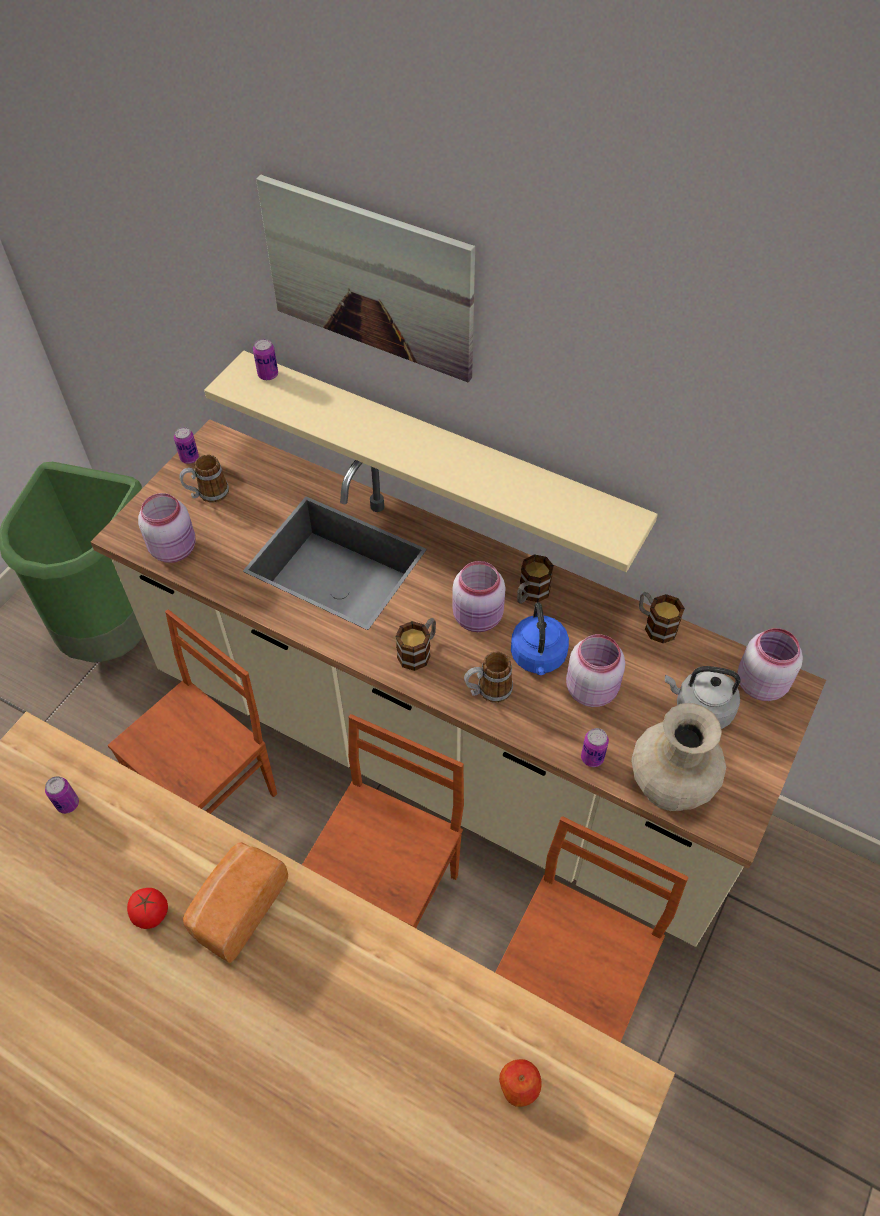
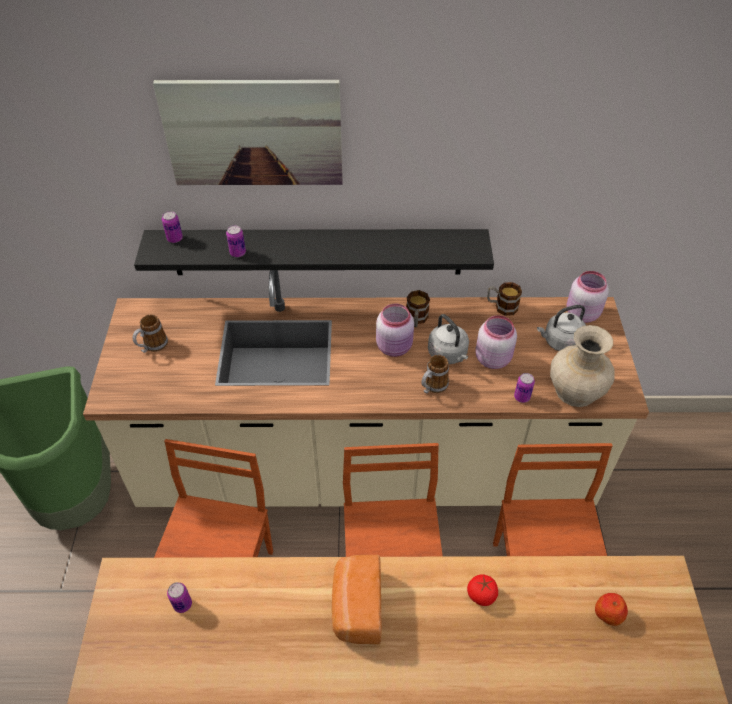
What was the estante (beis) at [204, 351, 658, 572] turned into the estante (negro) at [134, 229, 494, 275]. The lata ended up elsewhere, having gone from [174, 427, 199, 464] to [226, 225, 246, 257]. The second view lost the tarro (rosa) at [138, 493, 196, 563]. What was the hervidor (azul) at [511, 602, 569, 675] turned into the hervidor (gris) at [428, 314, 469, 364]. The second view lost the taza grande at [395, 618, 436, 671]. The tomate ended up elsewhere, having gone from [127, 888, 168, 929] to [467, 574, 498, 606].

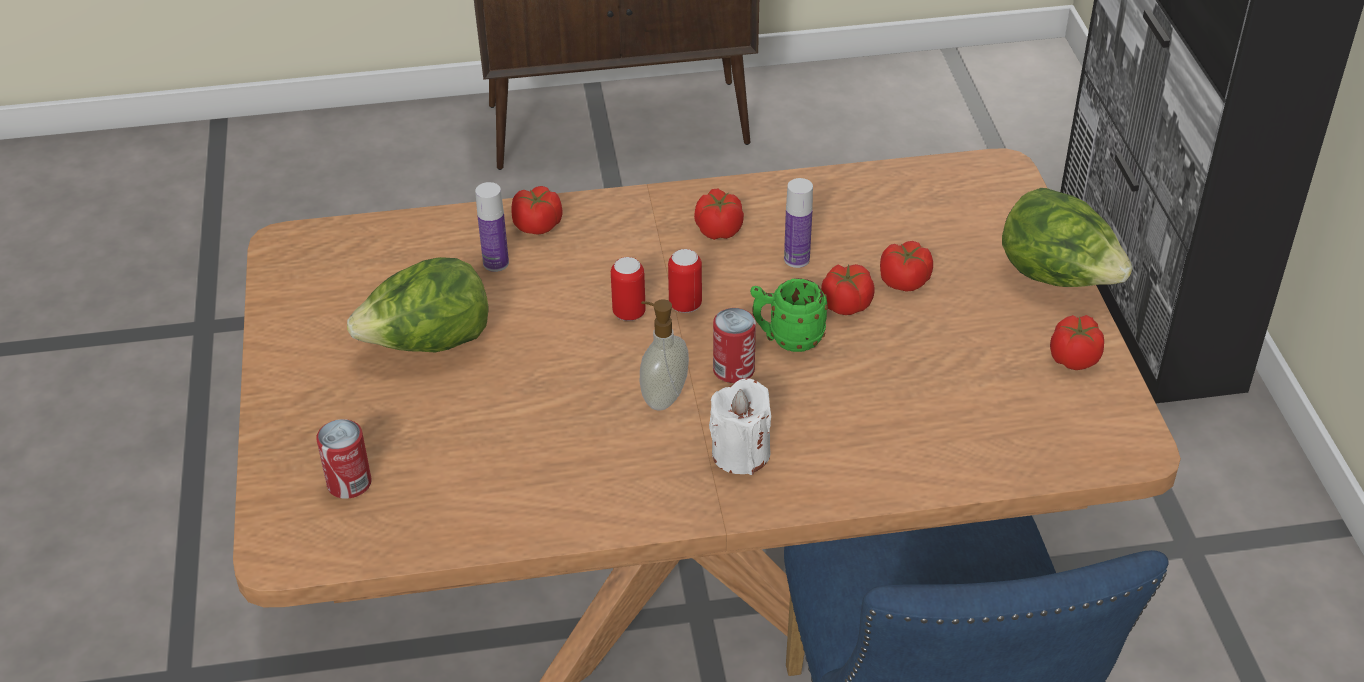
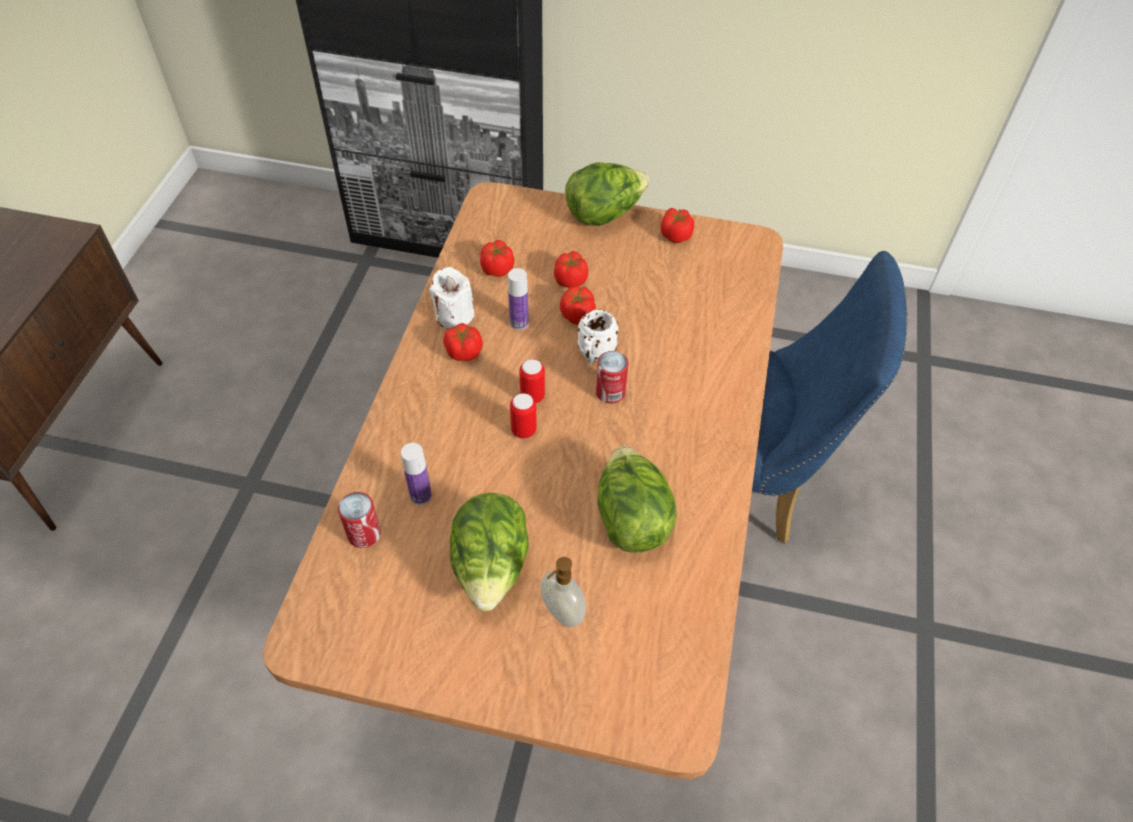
The tomate ended up elsewhere, having gone from [512, 186, 562, 235] to [480, 240, 514, 277]. What was the taza grande (verde) at [750, 278, 828, 352] turned into the taza grande (blanco) at [578, 309, 618, 365]. The dispensador de jabón ended up elsewhere, having gone from [640, 299, 689, 410] to [541, 557, 586, 627]. The vela (blanco) ended up elsewhere, having gone from [709, 378, 771, 475] to [429, 267, 475, 329]. The lata ended up elsewhere, having gone from [316, 419, 371, 499] to [338, 492, 381, 548]. The second view gained the lechuga at [597, 446, 677, 553].

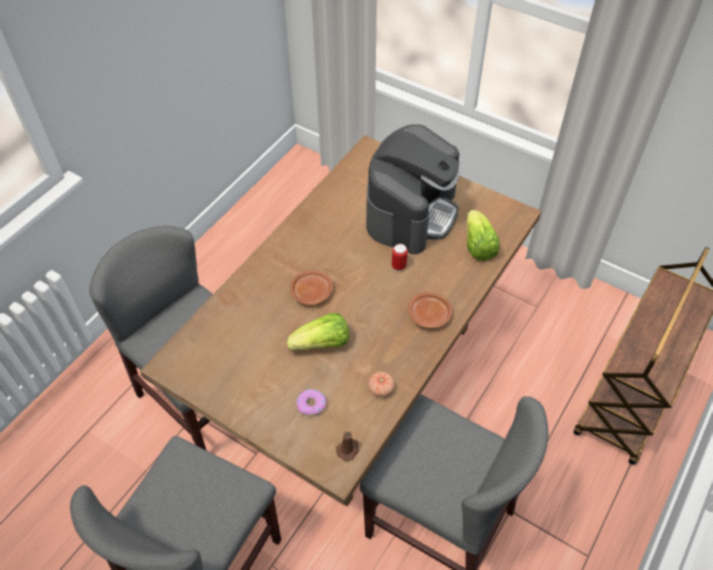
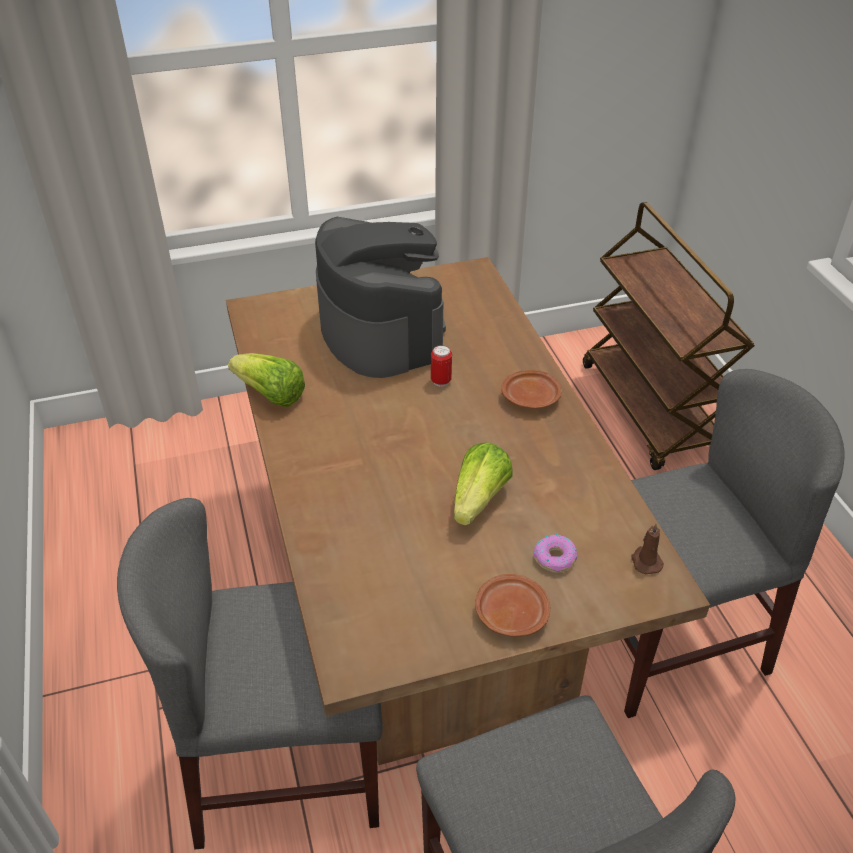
The lechuga ended up elsewhere, having gone from [467, 210, 500, 261] to [228, 353, 305, 407]. The plato (marrón) ended up elsewhere, having gone from [290, 270, 333, 306] to [475, 574, 550, 637]. The second view lost the tomate at [368, 372, 395, 397].

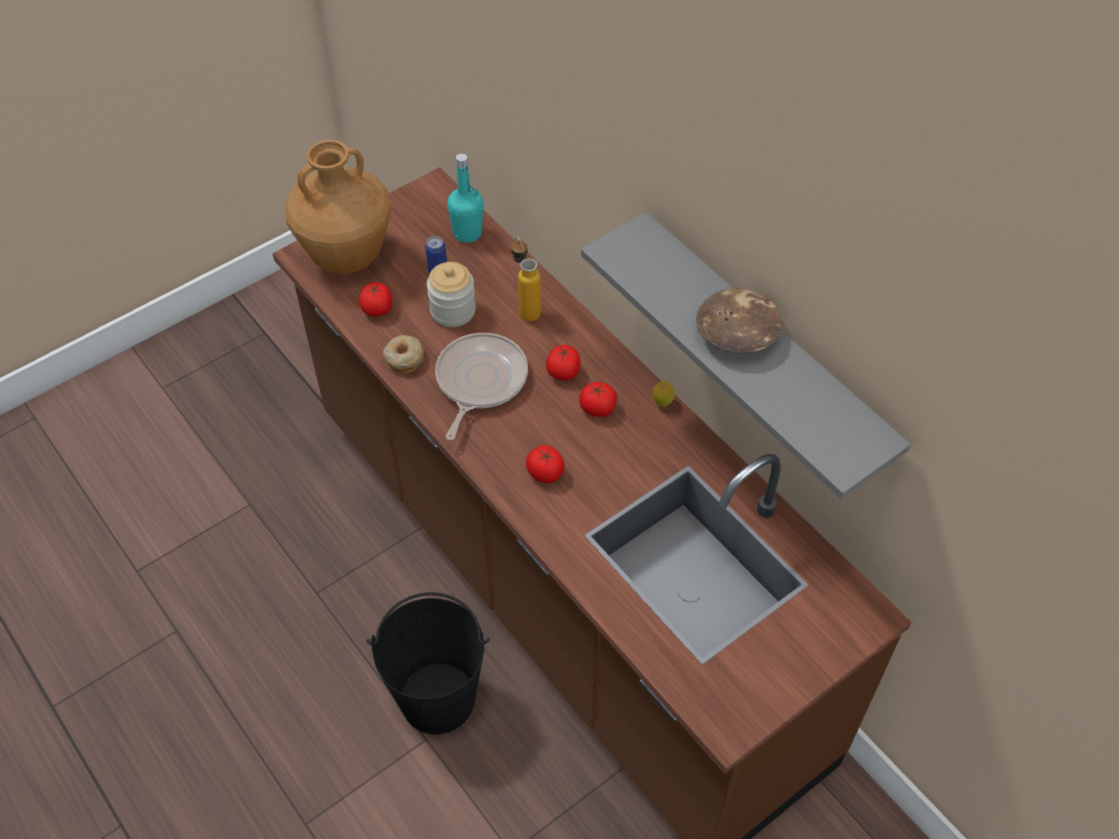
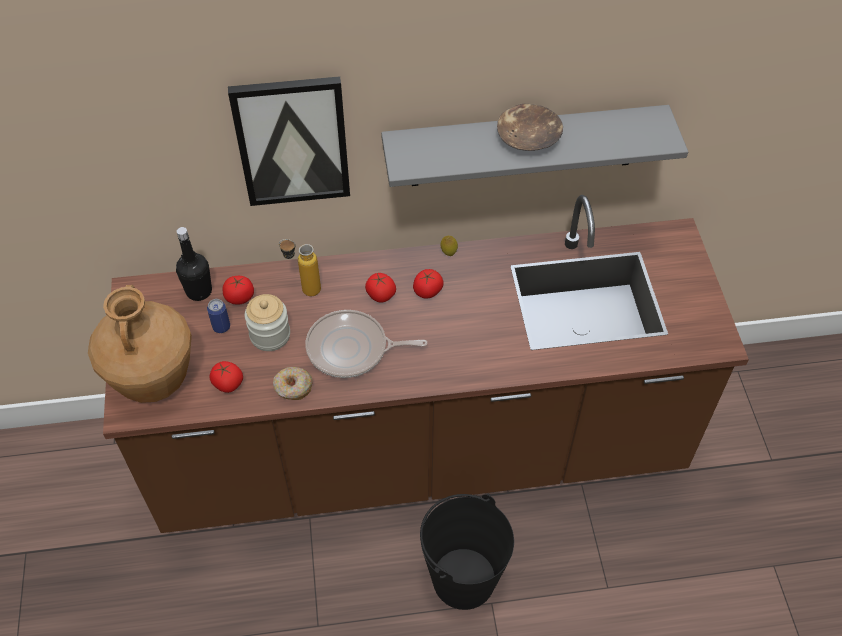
What was the botella (turquesa) at [447, 153, 483, 243] turned into the botella (negro) at [176, 227, 212, 301]. The sartén at [435, 333, 528, 440] ended up facing another way, 45 degrees counterclockwise from before. The tomate ended up elsewhere, having gone from [526, 445, 565, 483] to [223, 276, 254, 305]. The second view gained the cuadro at [228, 76, 350, 206].

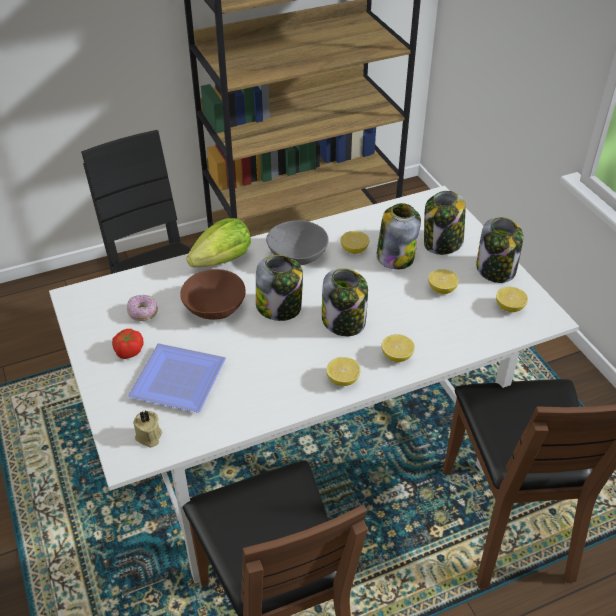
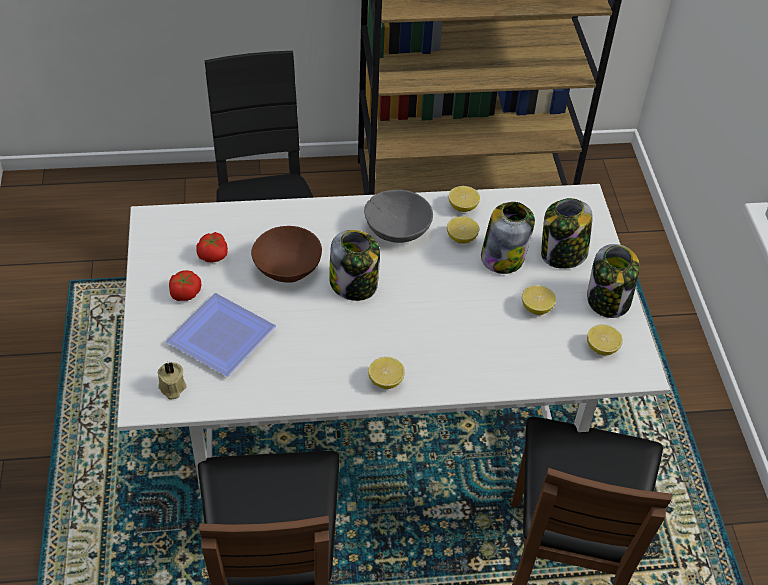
The second view lost the lechuga at [186, 218, 251, 267]. The second view lost the tarro at [322, 268, 368, 336]. Where the rosquilla stood at [127, 295, 158, 321], the tomate came to stand at [196, 232, 228, 263]. The limón ended up elsewhere, having gone from [382, 334, 415, 362] to [449, 186, 480, 212].

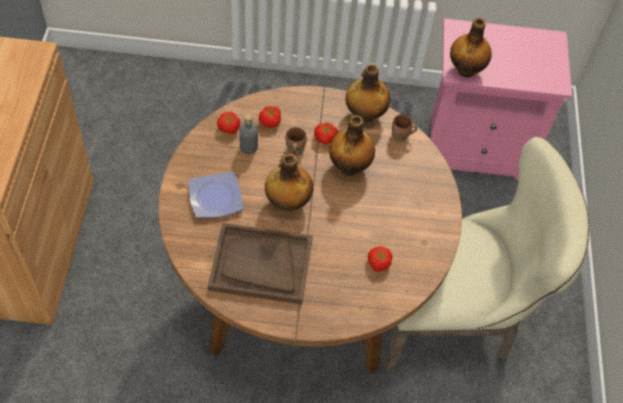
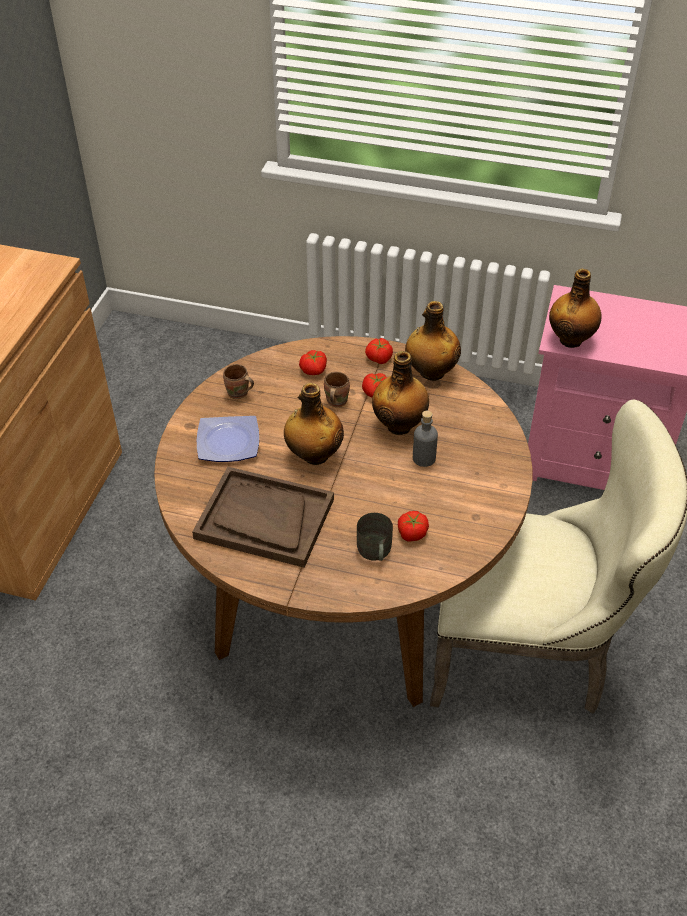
The tomate ended up elsewhere, having gone from [217, 112, 240, 134] to [365, 338, 393, 364]. The botella (gris) ended up elsewhere, having gone from [239, 114, 258, 154] to [413, 411, 438, 467]. The taza grande (marrón) ended up elsewhere, having gone from [392, 114, 417, 142] to [223, 364, 254, 399]. The second view gained the taza grande (gris) at [357, 513, 393, 561].

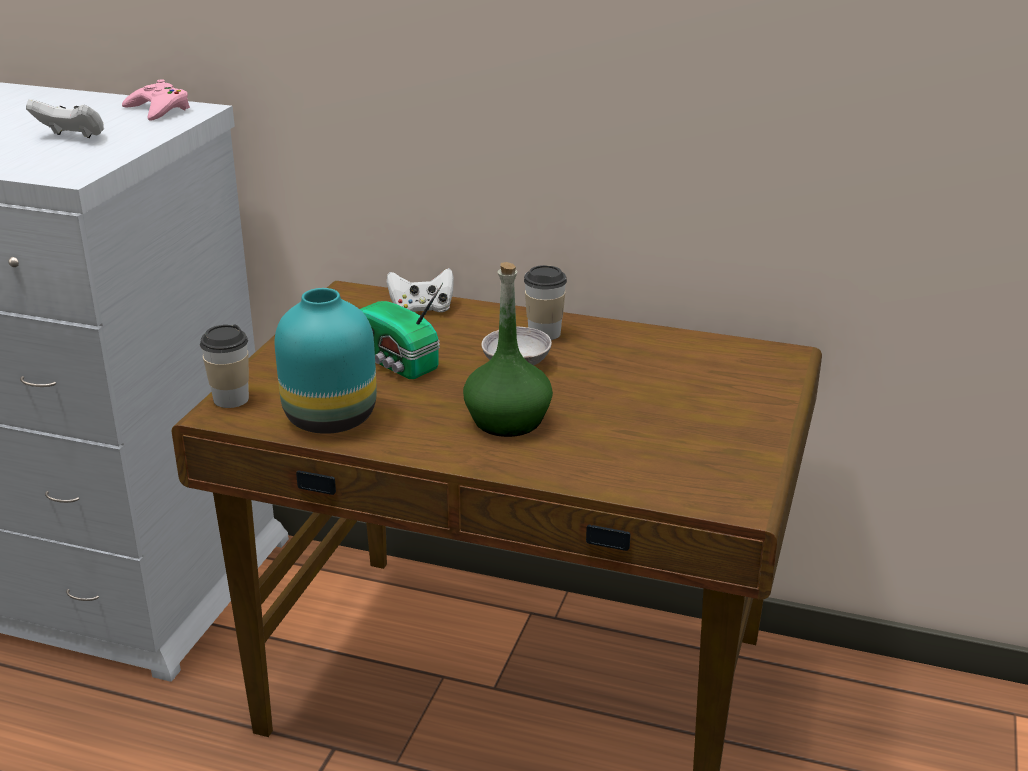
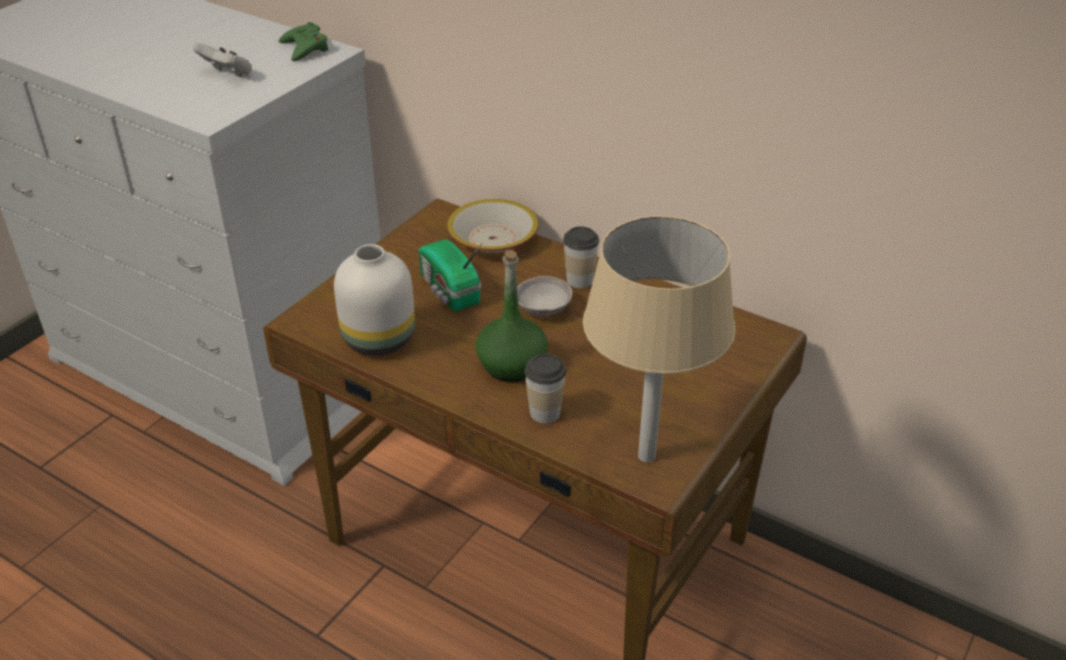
What was the mando de consola (rosa) at [122, 79, 190, 121] turned into the mando de consola (verde) at [279, 22, 329, 61]. Where the mando de consola (blanco) stood at [387, 268, 454, 312], the cuenco came to stand at [447, 199, 539, 253]. What was the florero (turquesa) at [275, 288, 377, 434] turned into the florero (blanco) at [334, 244, 415, 356]. The taza ended up elsewhere, having gone from [200, 325, 249, 408] to [525, 354, 566, 424]. The second view gained the lámpara de mesa (beis) at [583, 216, 735, 463].

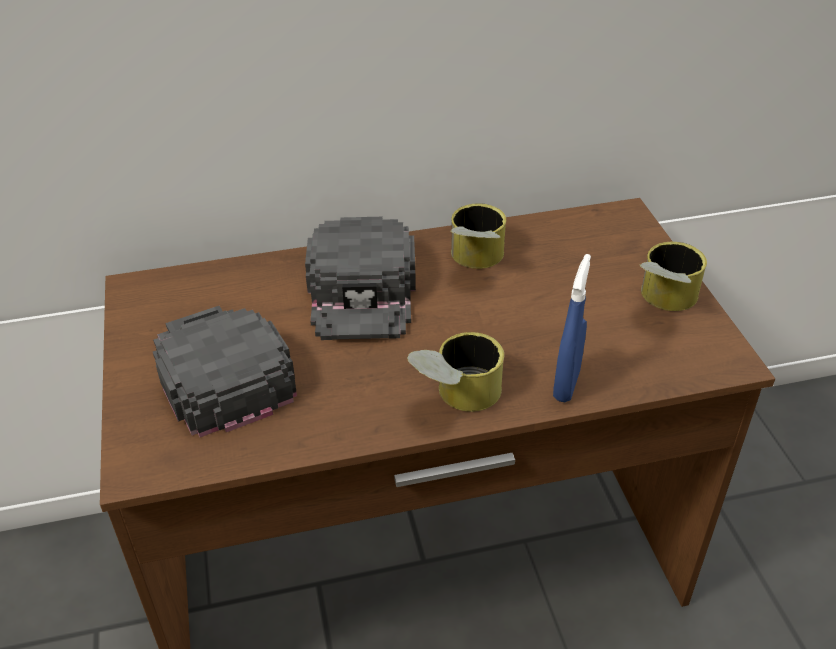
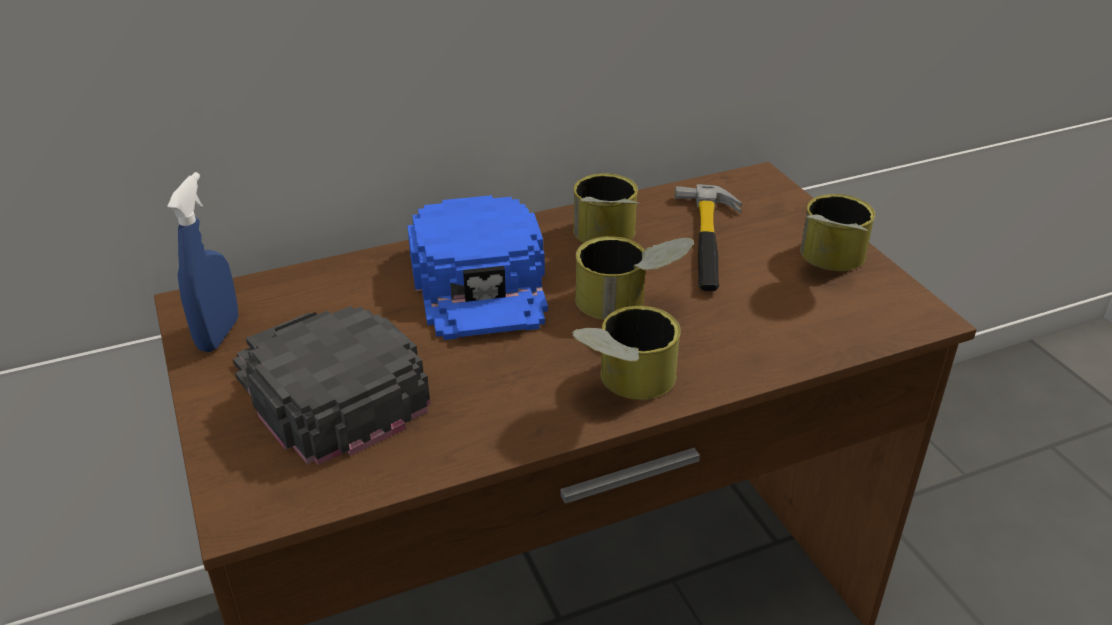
What was the gorra (negro) at [305, 217, 416, 340] turned into the gorra (azul) at [407, 195, 548, 340]. The pulverizador (azul) ended up elsewhere, having gone from [553, 254, 591, 402] to [167, 172, 238, 352]. The second view gained the martillo at [675, 184, 742, 291]. The second view gained the lata at [575, 236, 694, 320].

